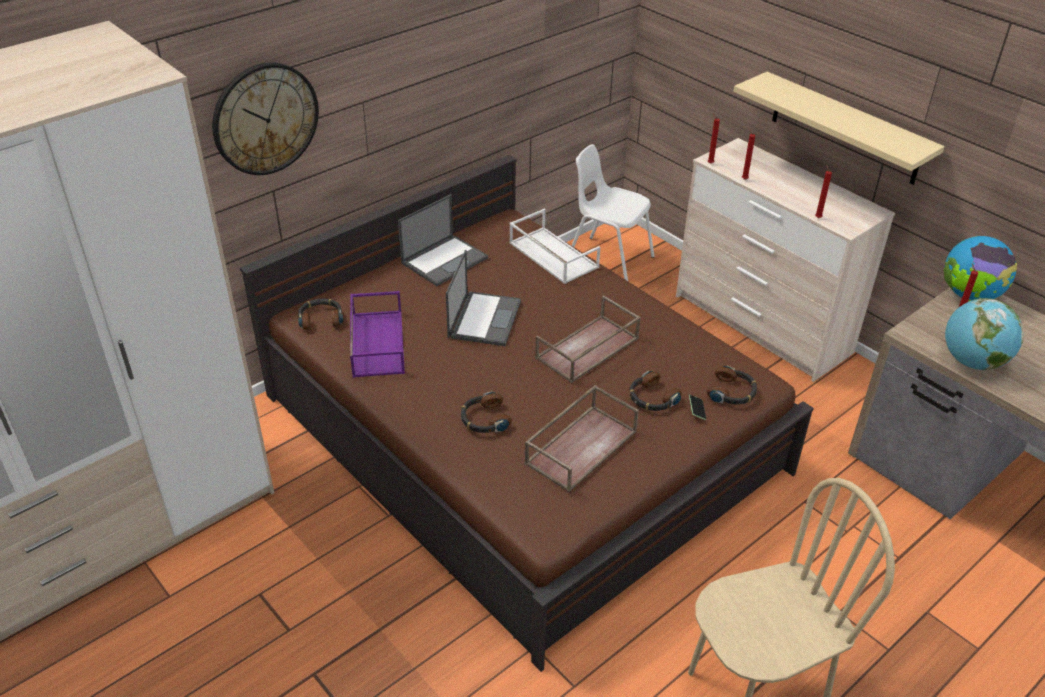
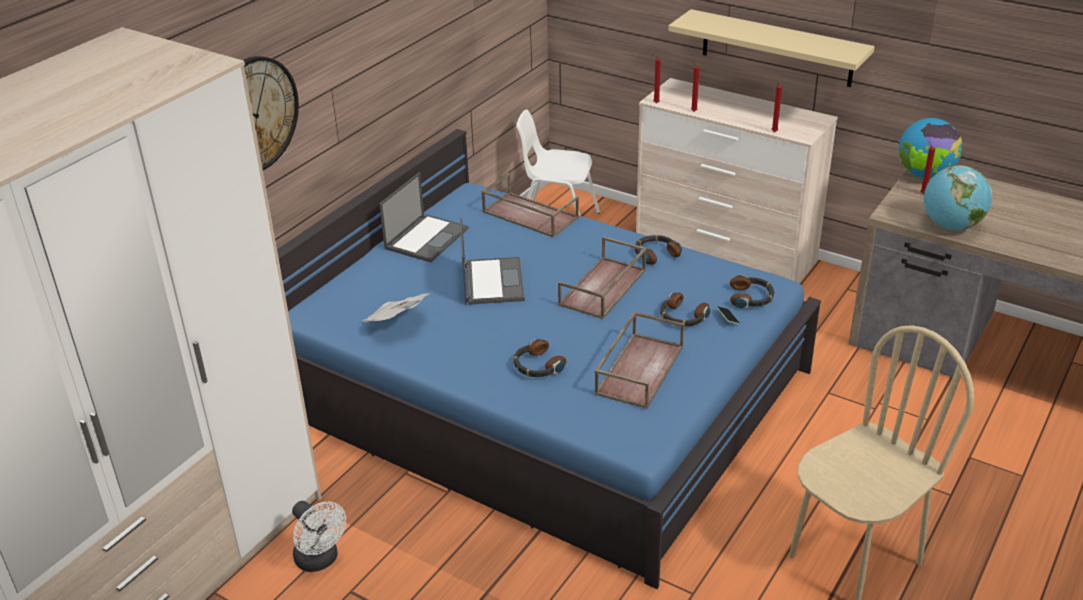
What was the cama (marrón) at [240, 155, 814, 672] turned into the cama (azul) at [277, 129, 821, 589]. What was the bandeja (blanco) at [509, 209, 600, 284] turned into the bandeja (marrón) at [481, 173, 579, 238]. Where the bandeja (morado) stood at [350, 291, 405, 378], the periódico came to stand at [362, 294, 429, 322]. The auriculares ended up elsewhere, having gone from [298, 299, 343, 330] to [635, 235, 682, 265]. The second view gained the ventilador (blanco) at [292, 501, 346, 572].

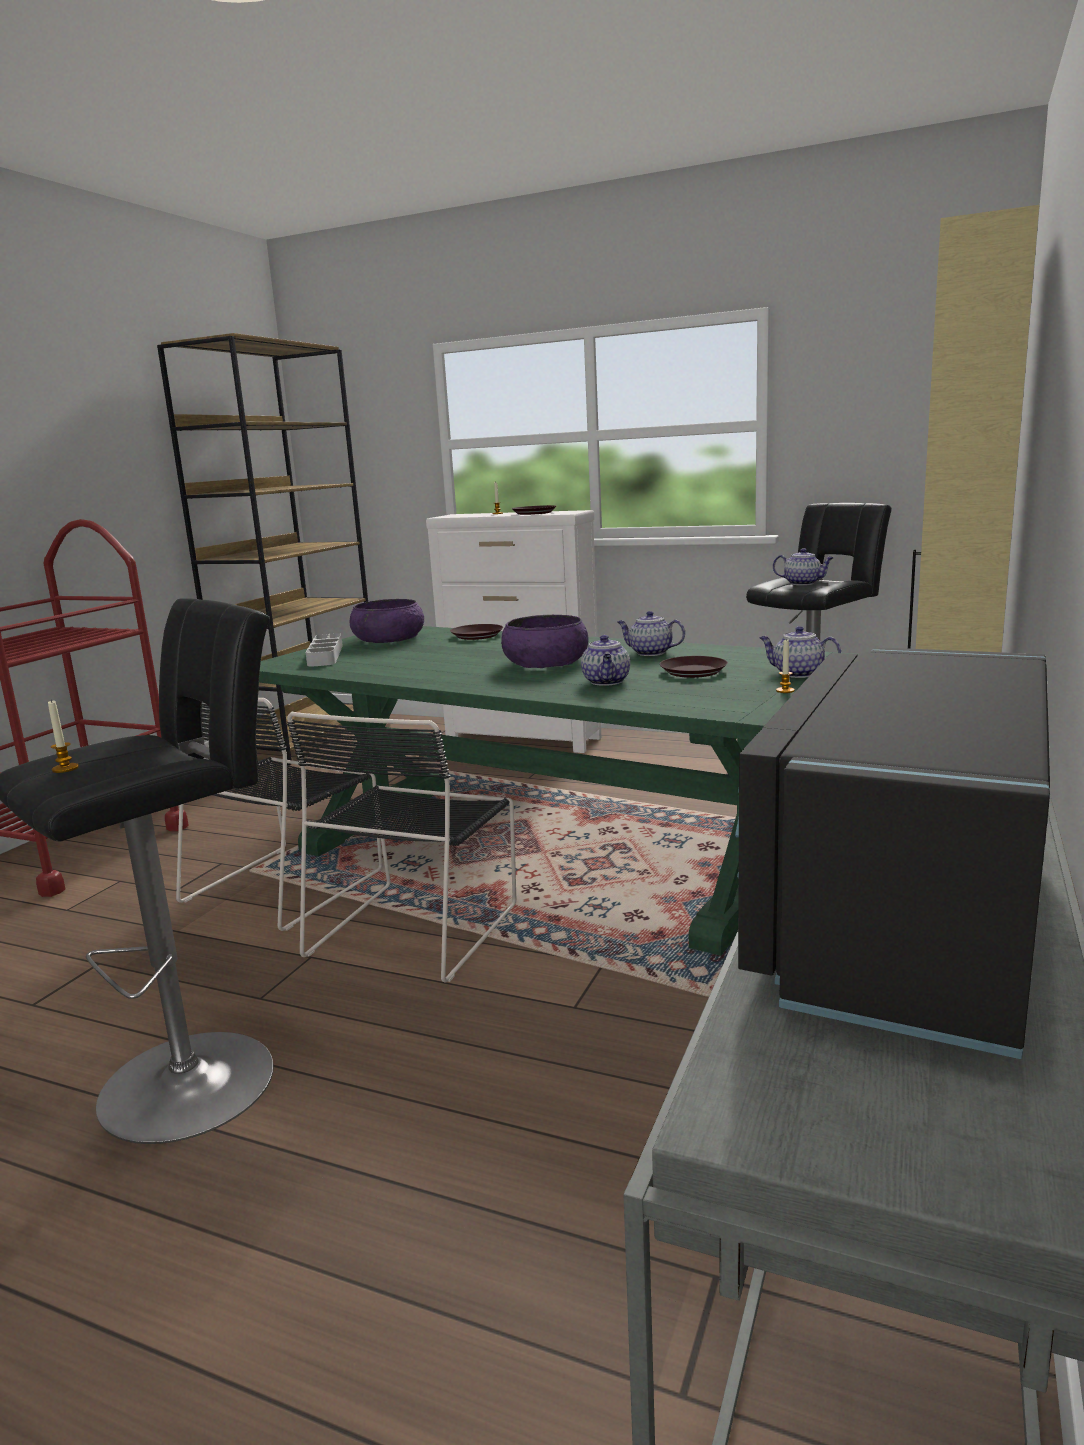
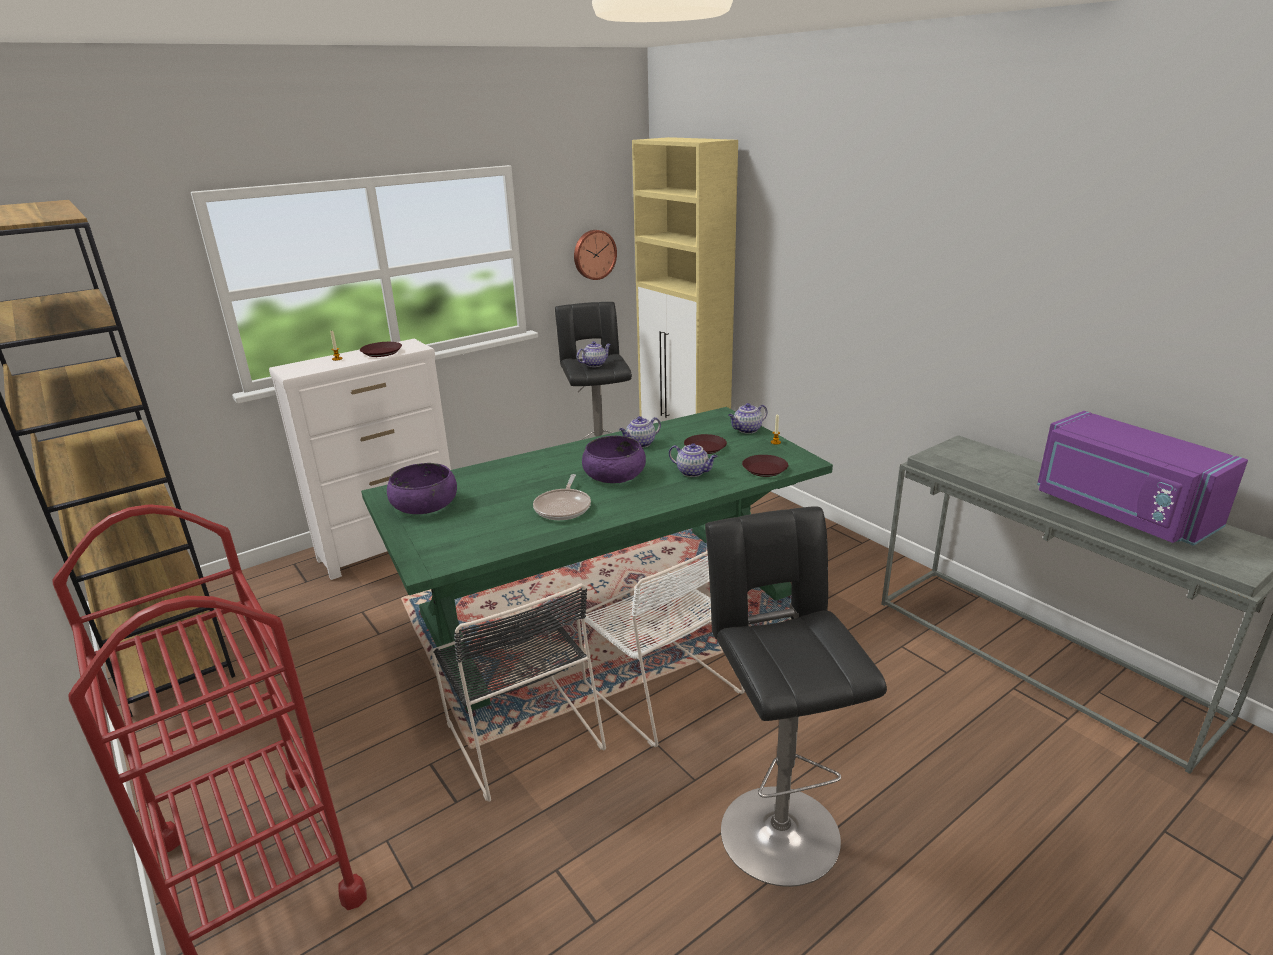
The plato (marrón) ended up elsewhere, having gone from [450, 624, 503, 640] to [742, 455, 788, 477]. The second view lost the bandeja (gris) at [306, 633, 343, 666]. What was the microondas (negro) at [735, 647, 1050, 1059] turned into the microondas (morado) at [1037, 411, 1248, 546]. The second view lost the vela at [48, 699, 79, 773]. What was the silla (negro) at [287, 712, 516, 983] turned into the silla (blanco) at [576, 551, 745, 747]. The second view gained the reloj de pared at [574, 230, 617, 280]. The second view gained the sartén at [533, 474, 591, 520].

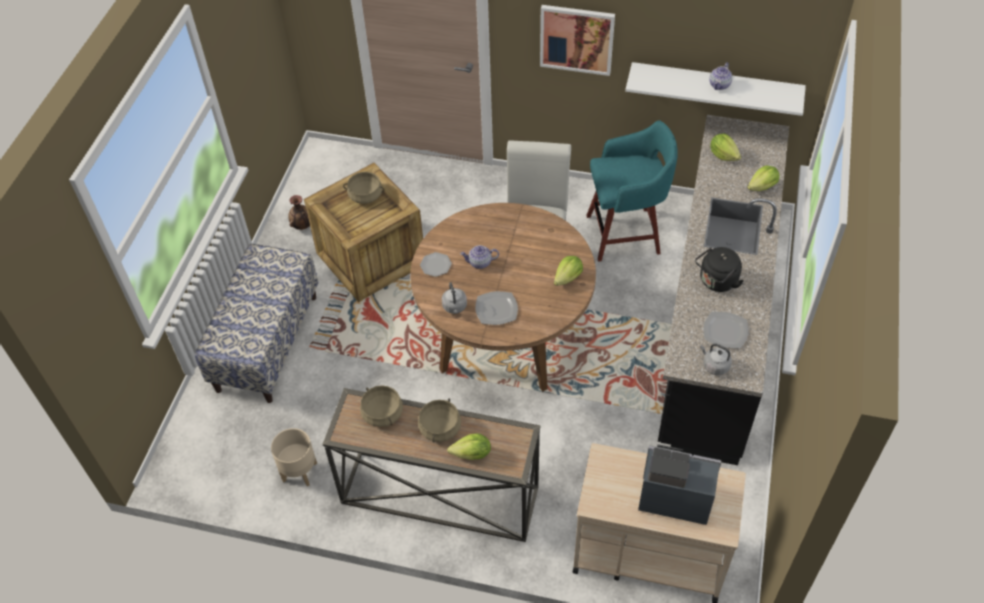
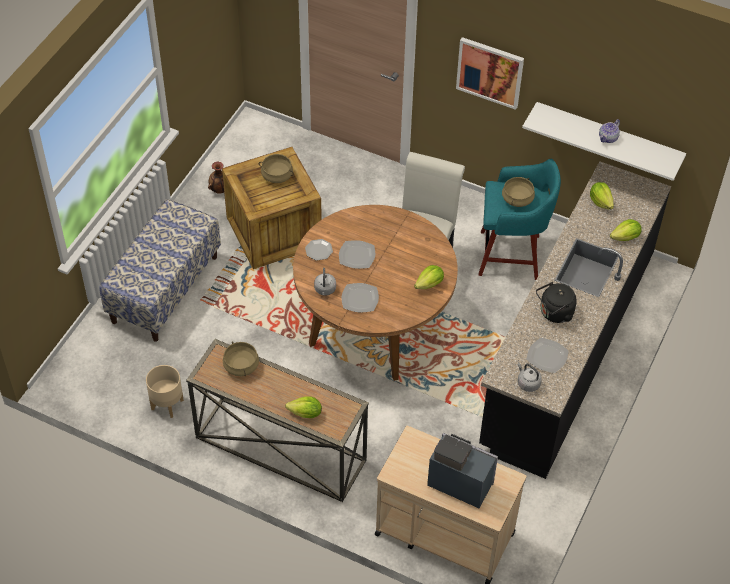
Where the tetera stood at [460, 245, 499, 269], the plato came to stand at [339, 240, 375, 269]. The olla (beis) ended up elsewhere, having gone from [418, 399, 461, 443] to [502, 177, 535, 207].

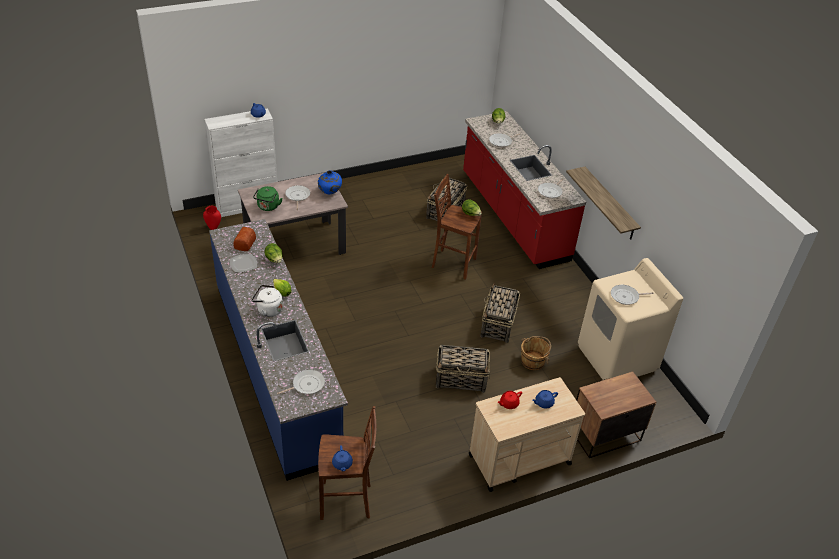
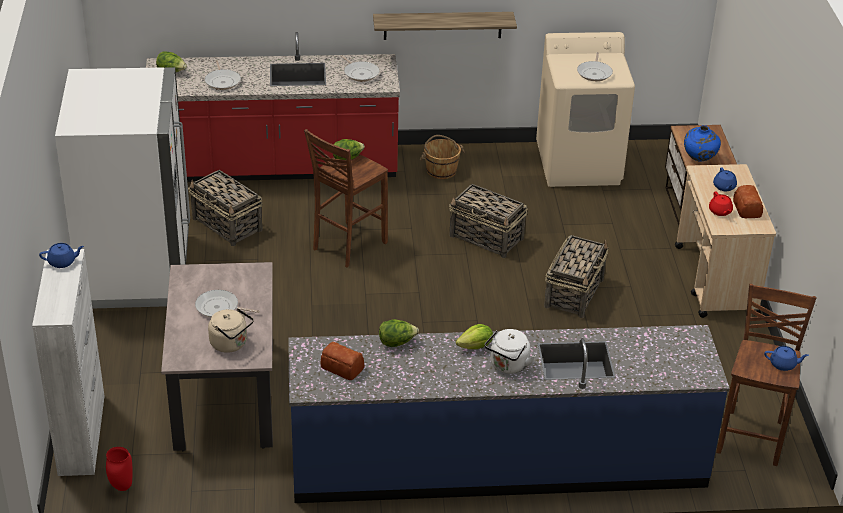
The florero (azul) ended up elsewhere, having gone from [318, 170, 342, 195] to [684, 125, 721, 162]. What was the hervidor (verde) at [253, 186, 283, 211] turned into the hervidor (beis) at [208, 308, 254, 353]. The second view lost the plato at [230, 254, 257, 272]. The cubo (marrón) ended up elsewhere, having gone from [521, 336, 551, 370] to [420, 135, 465, 179]. The second view lost the sartén at [277, 369, 325, 395]. The second view gained the nevera (blanco) at [55, 67, 190, 309]. The second view gained the pan at [733, 185, 763, 218].

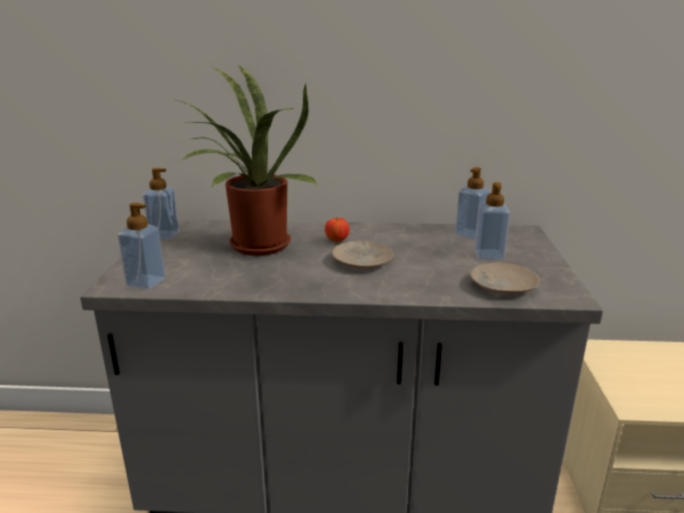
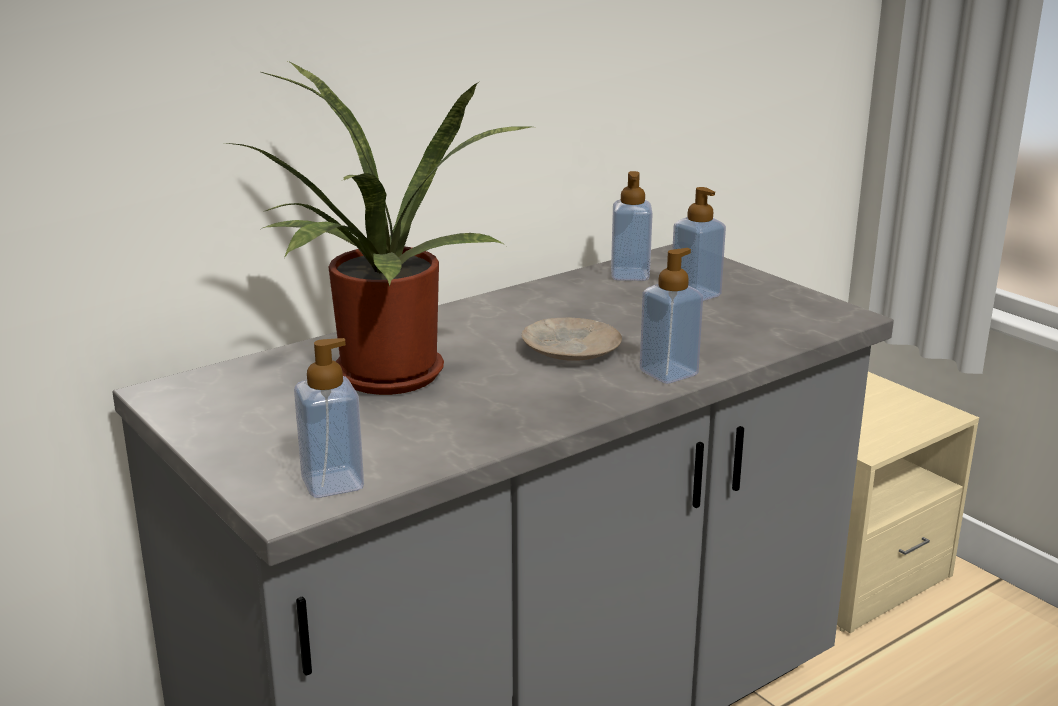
The dispensador de jabón ended up elsewhere, having gone from [143, 168, 179, 240] to [640, 248, 703, 384]. The second view lost the manzana at [325, 218, 349, 242]. The second view lost the plato (beis) at [470, 263, 540, 294].

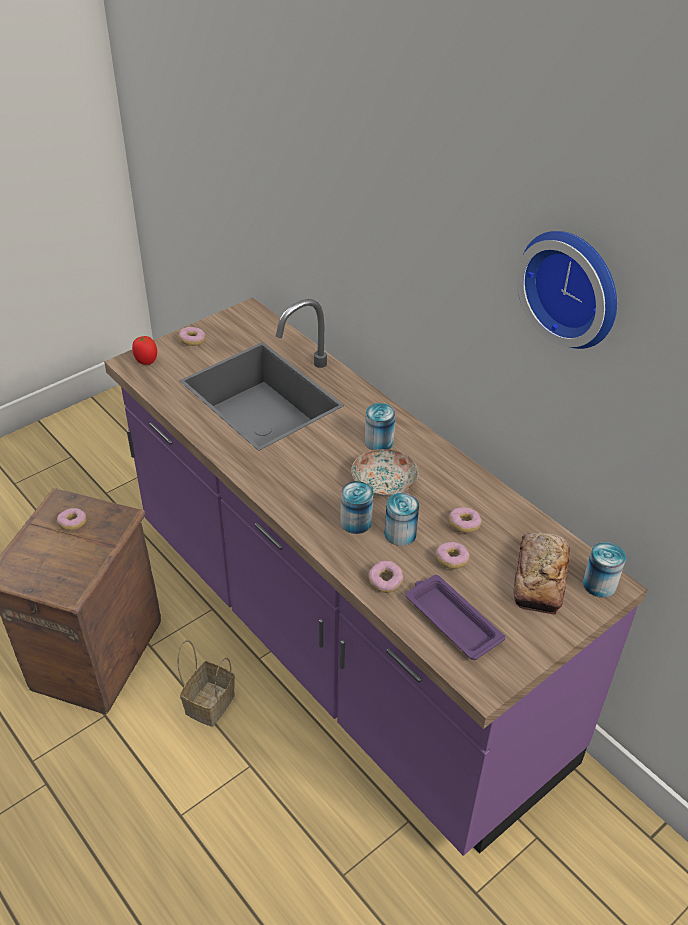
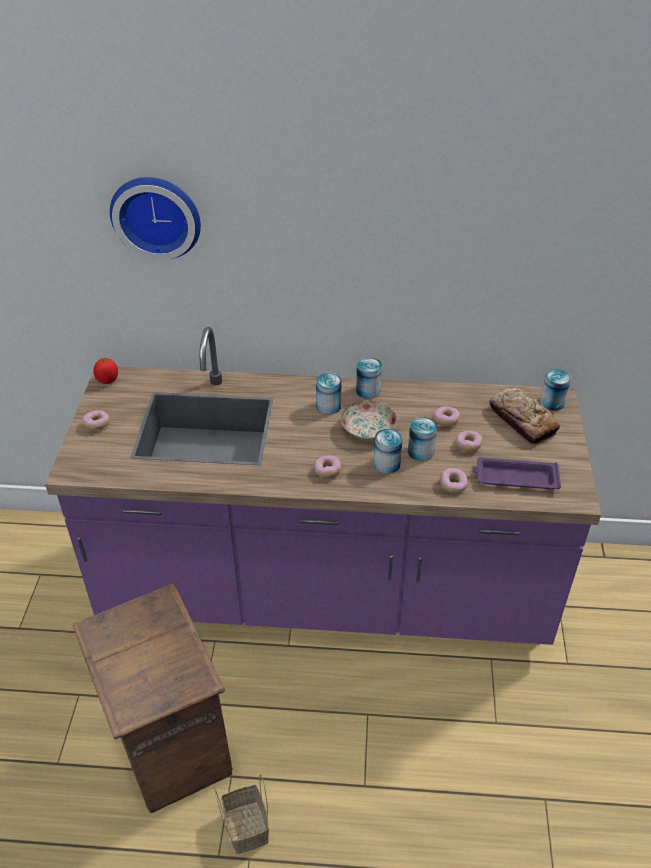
The reloj de pared ended up elsewhere, having gone from [517, 231, 617, 349] to [110, 177, 201, 260]. The tomate ended up elsewhere, having gone from [132, 336, 157, 365] to [93, 358, 118, 384]. The rosquilla ended up elsewhere, having gone from [57, 508, 86, 531] to [314, 455, 341, 478]. The cesta ended up elsewhere, having gone from [177, 640, 235, 727] to [215, 774, 269, 854]. The second view gained the lata at [356, 357, 382, 399].

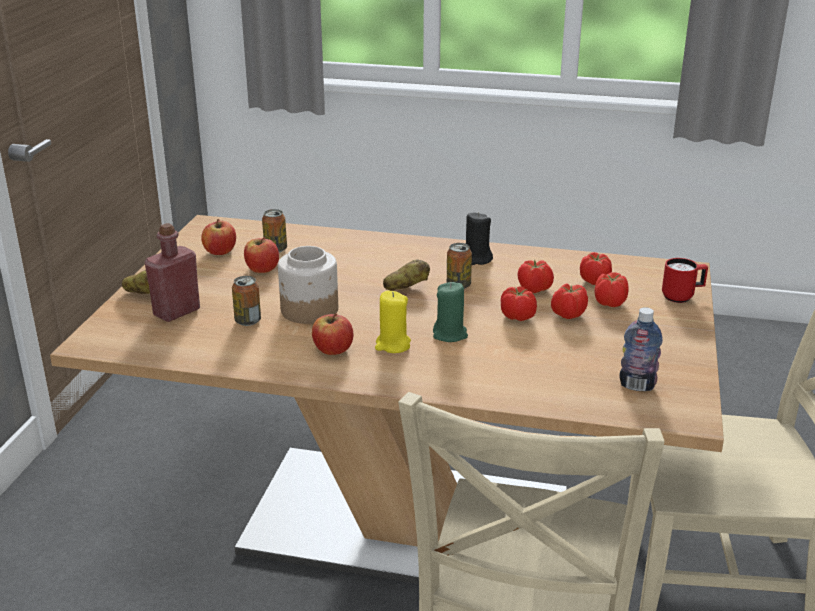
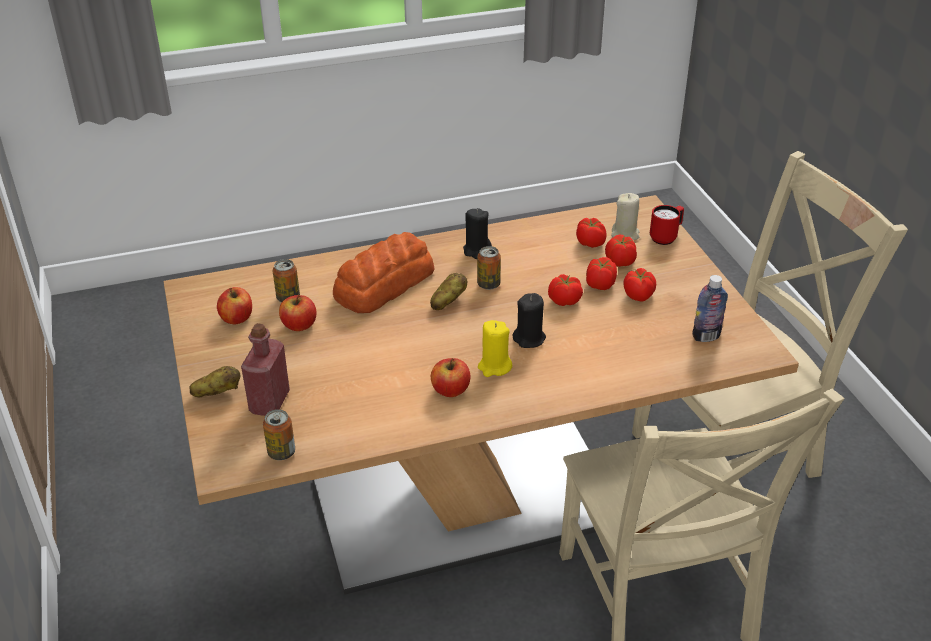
The second view lost the tarro at [278, 246, 338, 324]. The tomate ended up elsewhere, having gone from [518, 259, 554, 293] to [623, 268, 656, 302]. The lata ended up elsewhere, having gone from [232, 276, 261, 326] to [263, 409, 295, 460]. What was the vela (verde) at [433, 282, 468, 342] turned into the vela (negro) at [513, 293, 546, 348]. The second view gained the vela (beis) at [611, 193, 640, 240]. The second view gained the pan at [333, 232, 435, 313].

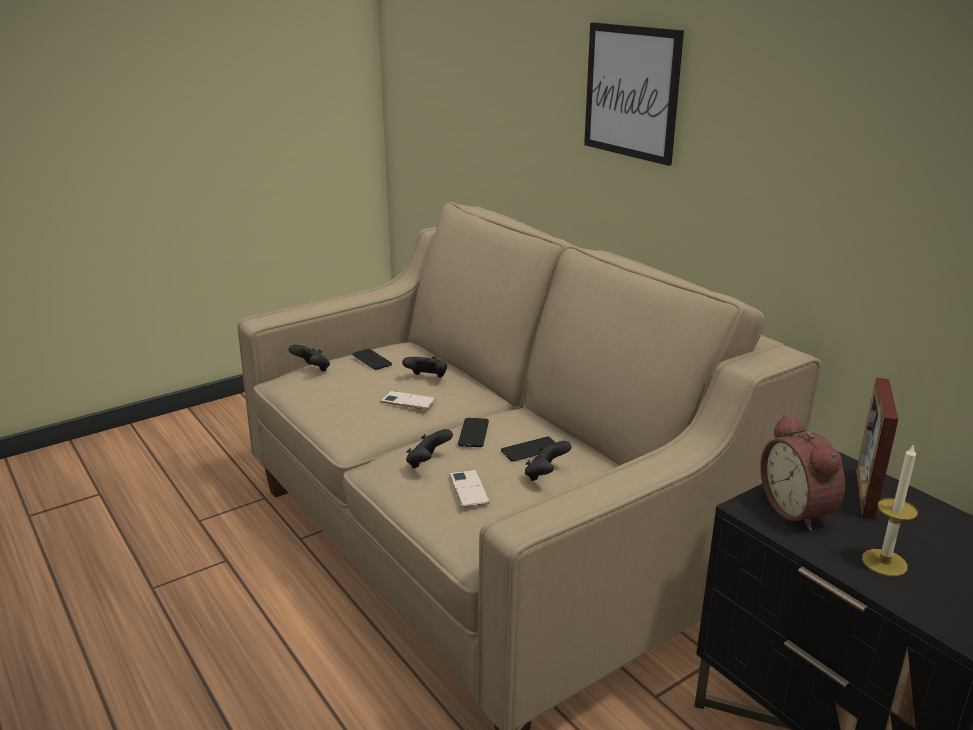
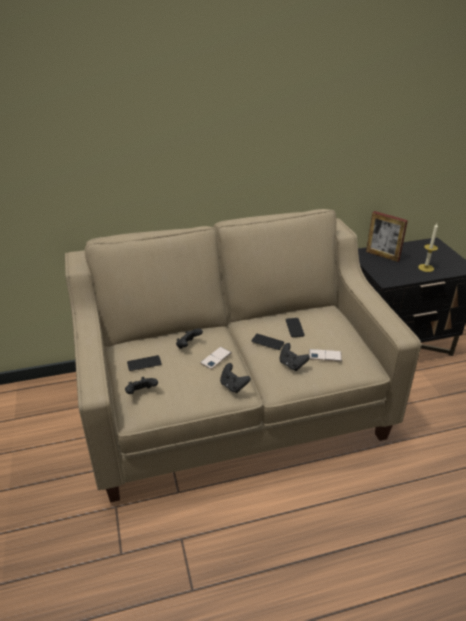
The second view lost the cuadro at [584, 23, 684, 166]. The second view lost the despertador at [760, 414, 845, 531]. The mando de consola (negro) ended up elsewhere, having gone from [525, 441, 572, 481] to [220, 363, 251, 393].

